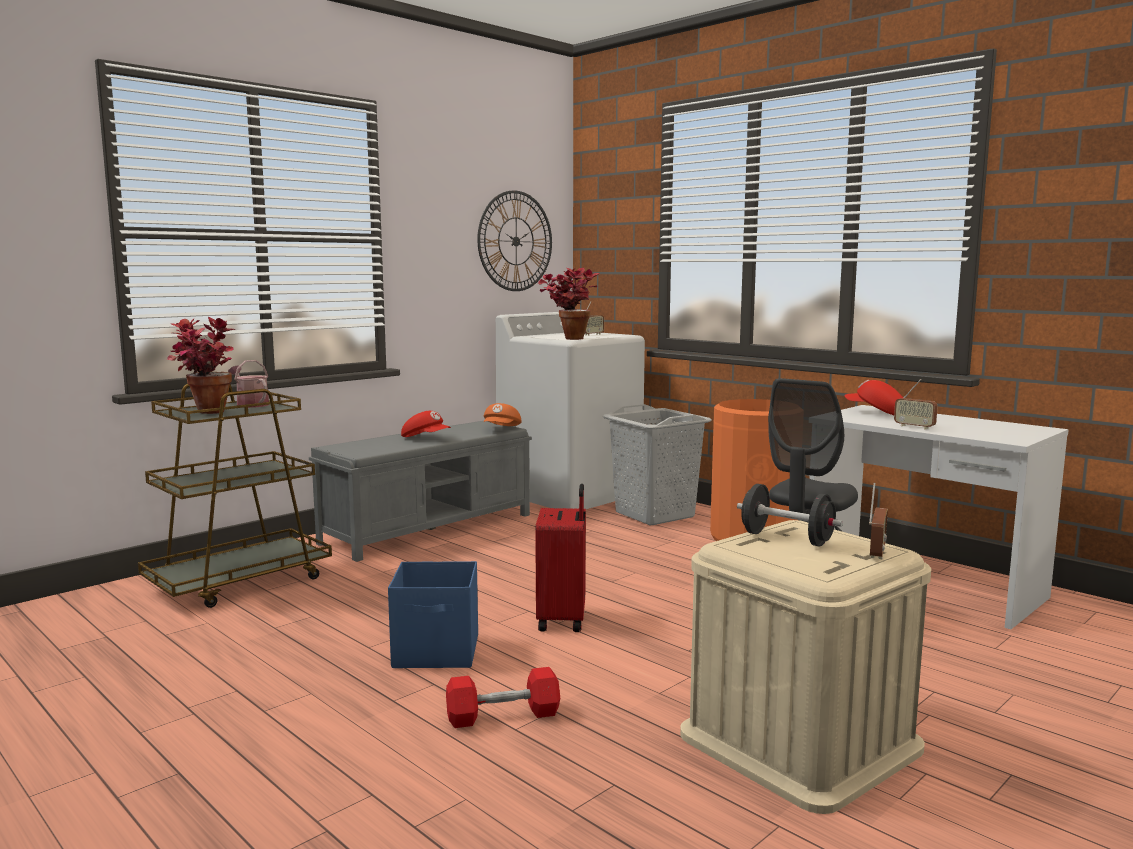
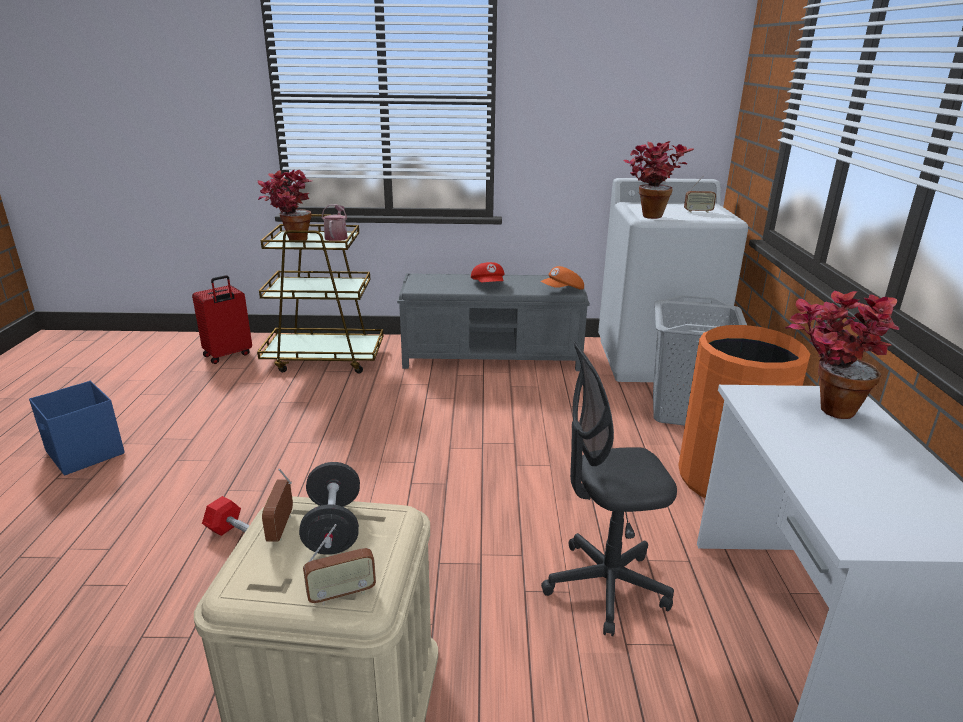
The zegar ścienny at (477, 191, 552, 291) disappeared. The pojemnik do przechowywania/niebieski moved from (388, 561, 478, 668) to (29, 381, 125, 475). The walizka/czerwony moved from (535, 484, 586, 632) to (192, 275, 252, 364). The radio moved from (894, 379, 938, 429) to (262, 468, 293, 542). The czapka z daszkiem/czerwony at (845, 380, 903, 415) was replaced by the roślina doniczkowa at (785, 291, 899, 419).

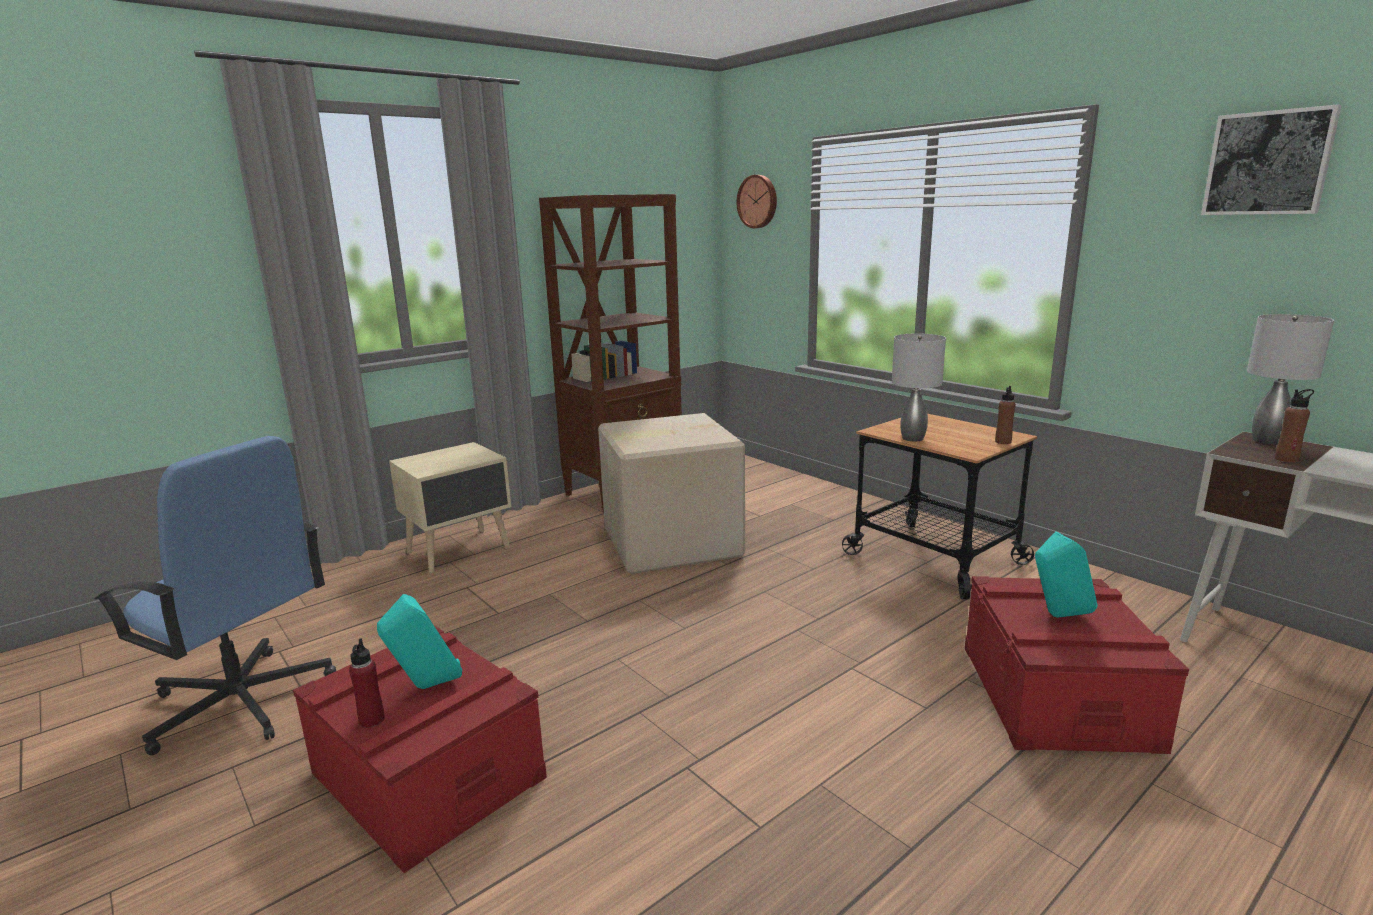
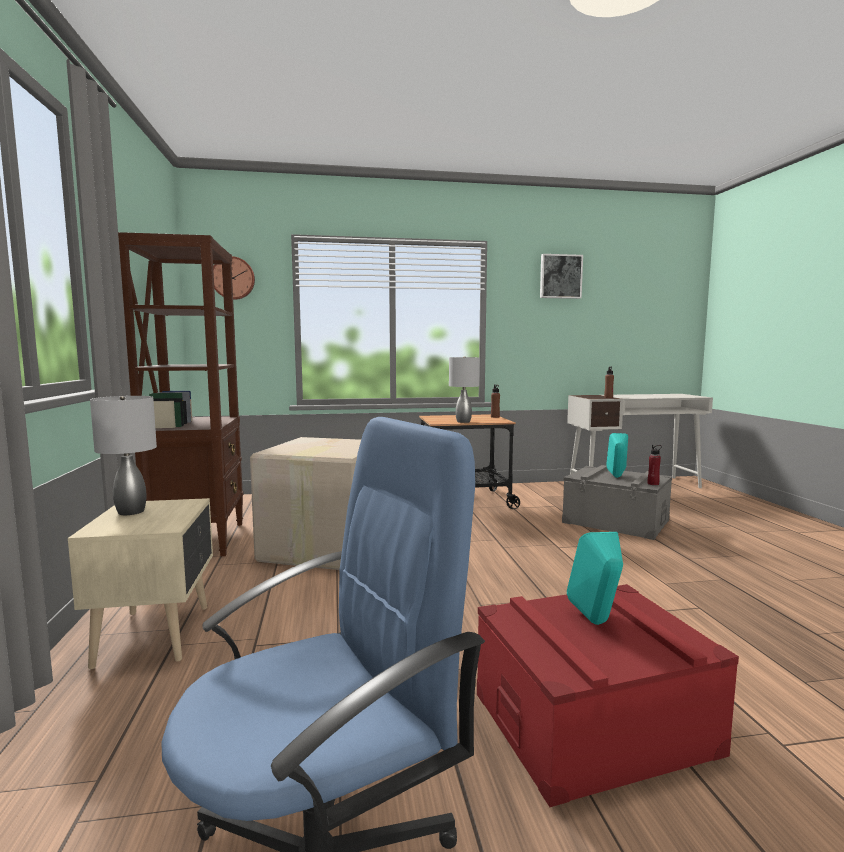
The butelka/czerwony moved from (349, 639, 385, 728) to (648, 445, 662, 485). The lampa stołowa/szary moved from (1247, 314, 1334, 445) to (90, 396, 157, 515). The pojemnik do przechowywania/czerwony at (965, 576, 1189, 754) became the pojemnik do przechowywania/szary at (562, 465, 672, 540).

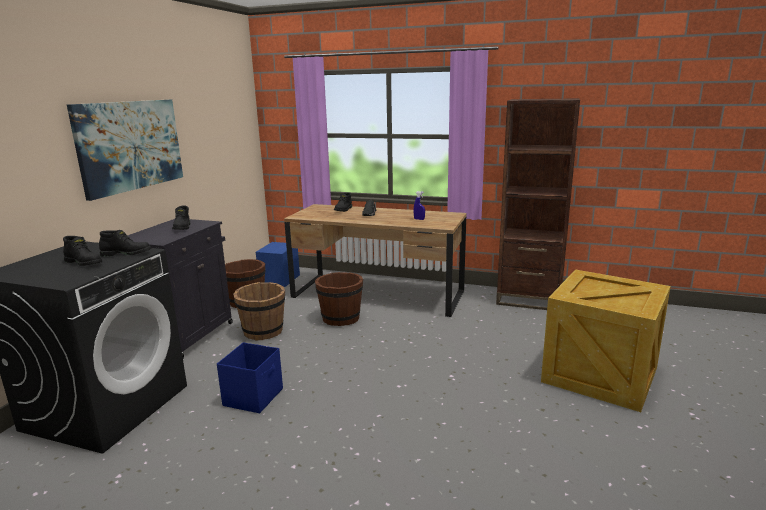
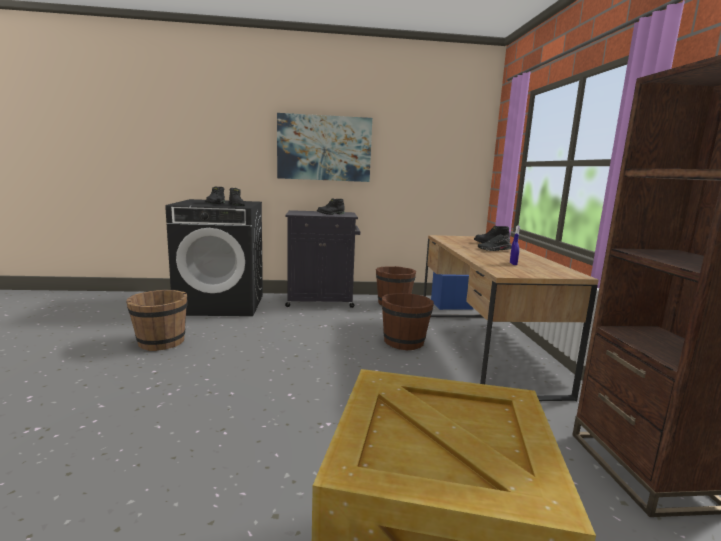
The pojemnik do przechowywania/niebieski at (217, 342, 283, 413) disappeared. The wiadro/brązowy moved from (233, 282, 285, 340) to (126, 290, 188, 351).

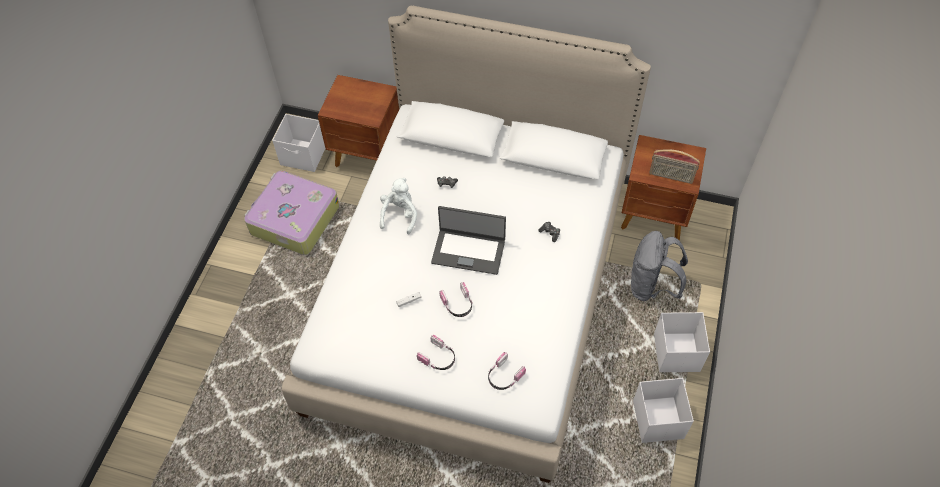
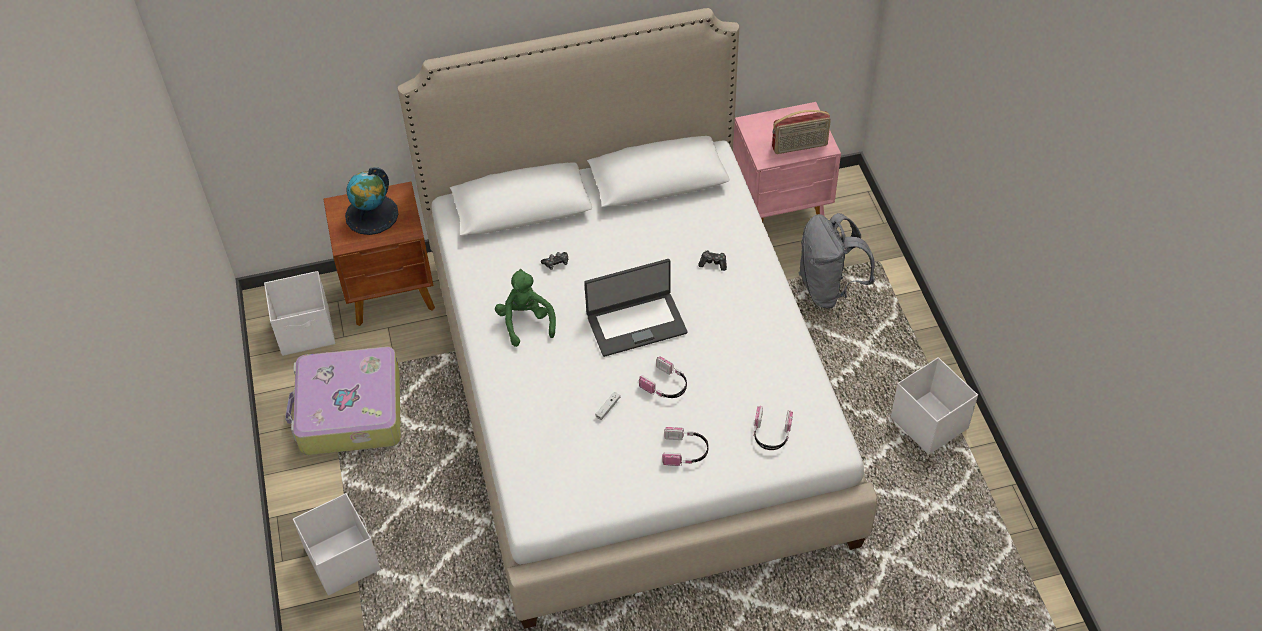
The globus at (345, 167, 399, 235) appeared. The pojemnik do przechowywania/biały moved from (654, 312, 710, 372) to (293, 493, 381, 596). The pluszak/biały at (380, 178, 417, 234) became the pluszak/zielony at (495, 269, 556, 347). The szafka nocna/brązowy at (621, 135, 706, 240) became the szafka nocna/różowy at (733, 102, 841, 222).

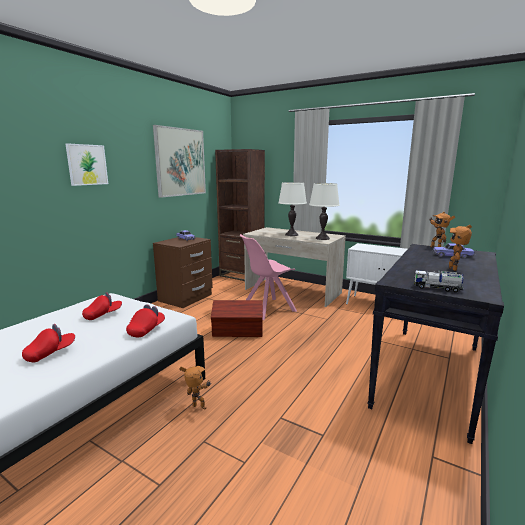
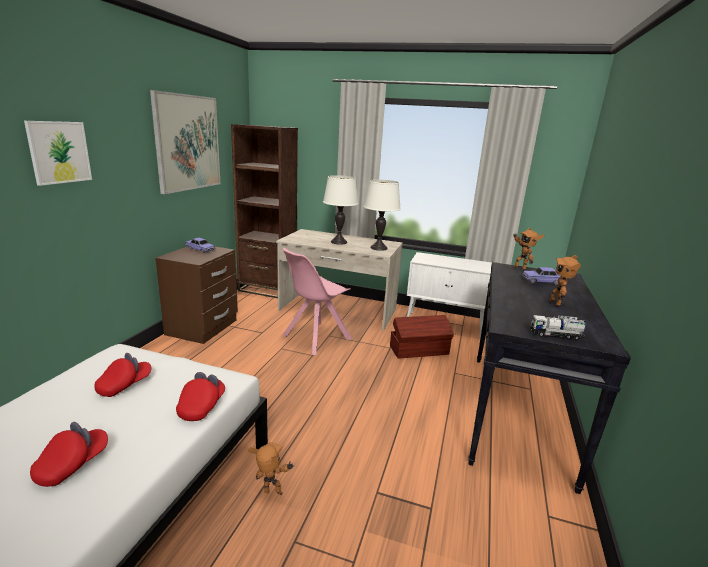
The pojemnik do przechowywania/brązowy moved from (211, 300, 263, 337) to (390, 315, 454, 359).

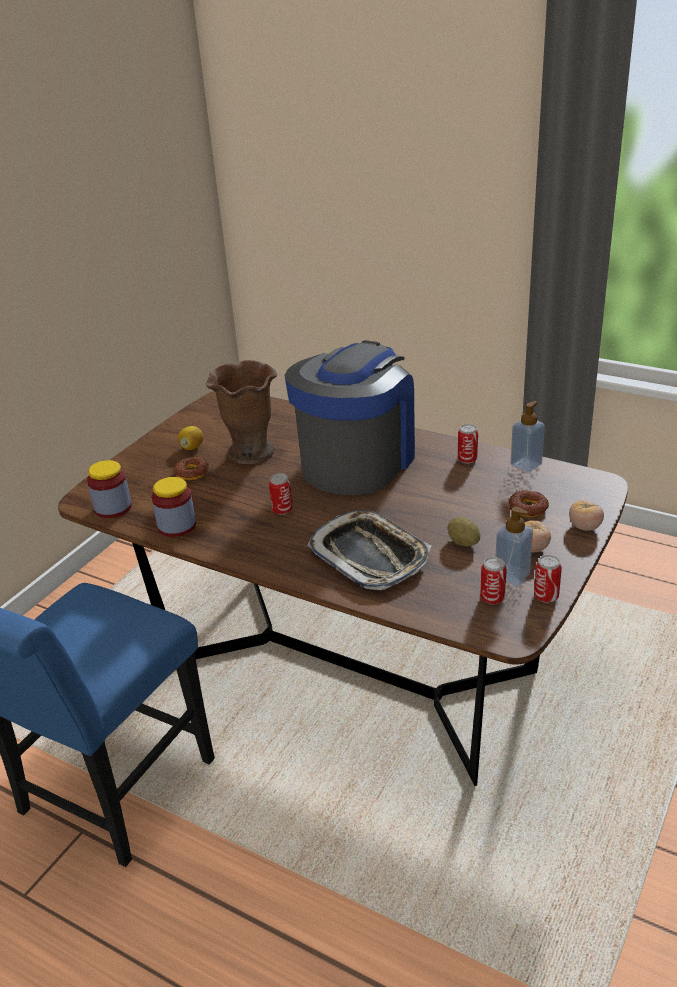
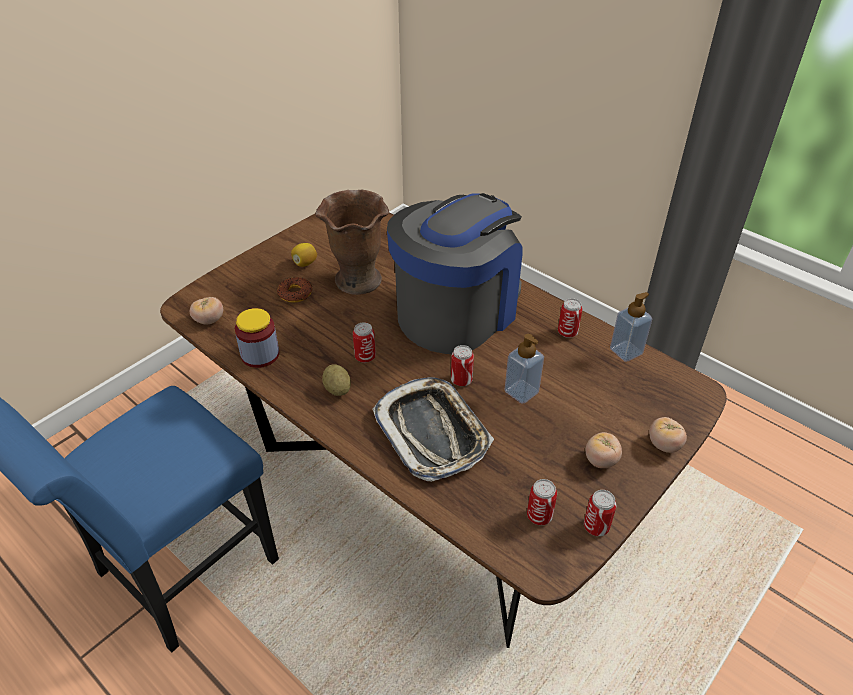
The donut at (509, 490, 549, 517) disappeared. The puszka at (451, 345, 474, 386) appeared. The ziemniak moved from (447, 517, 480, 546) to (322, 364, 351, 396). The dozownik mydła moved from (496, 507, 533, 586) to (505, 334, 544, 404). The słoik at (87, 460, 132, 518) was replaced by the pomidor at (190, 297, 223, 325).

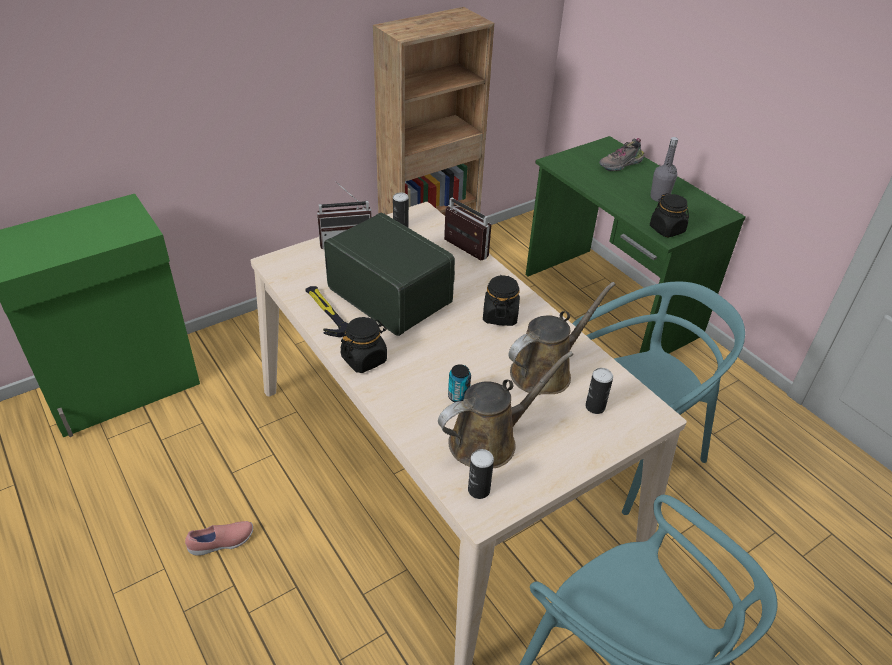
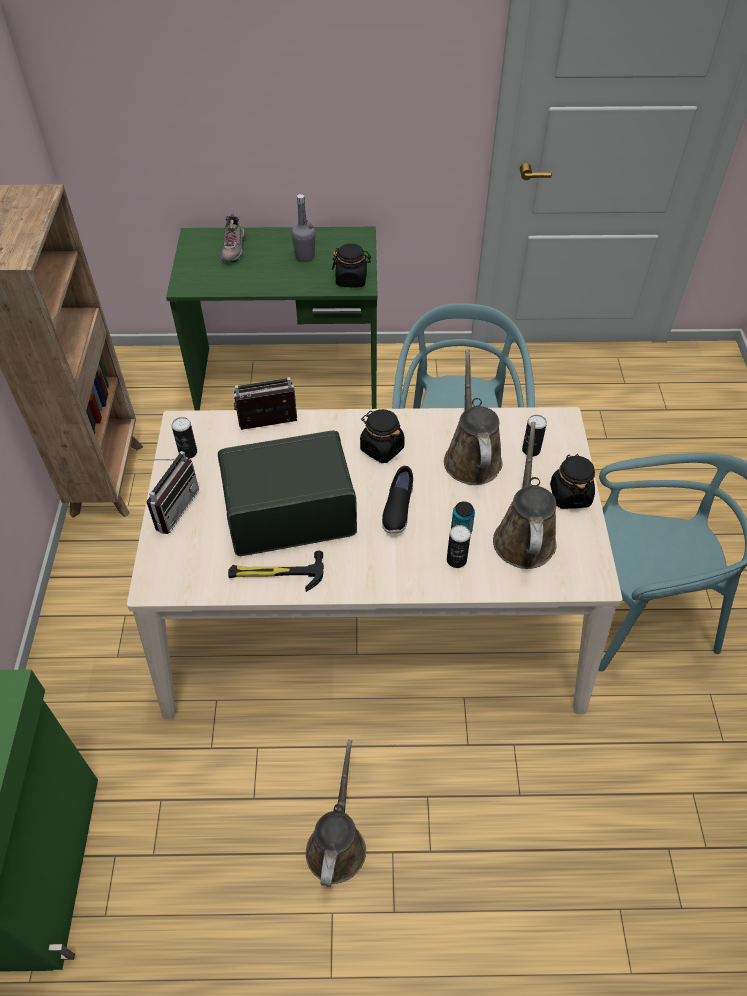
The but/czarny at (382, 466, 413, 533) appeared. The słoik/czarny moved from (340, 317, 387, 373) to (550, 454, 595, 509). The puszka moved from (468, 449, 494, 499) to (447, 525, 471, 568). The but/różowy at (185, 521, 253, 556) was replaced by the konewka/brązowy at (306, 740, 366, 887).

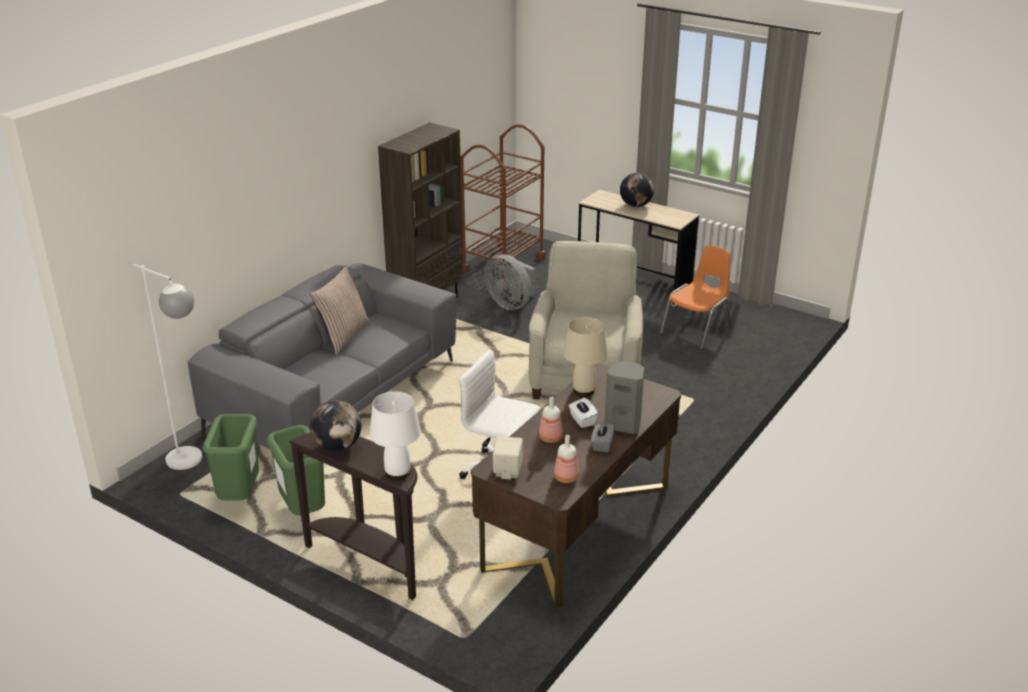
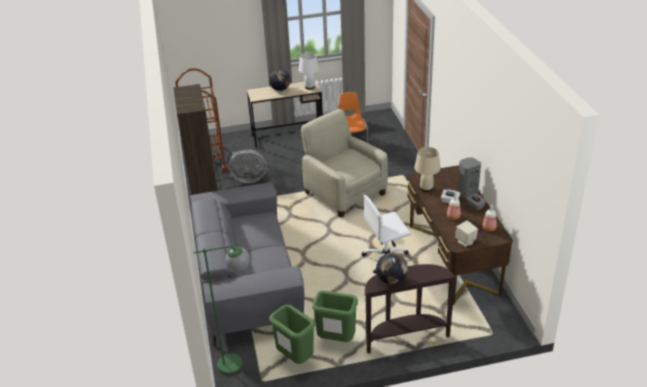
The poduszka at (310, 265, 371, 355) disappeared. The lampa stołowa/biały moved from (369, 391, 421, 480) to (299, 52, 319, 90). The lampa stojąca/biały at (133, 264, 202, 470) became the lampa stojąca/zielony at (194, 245, 250, 375).

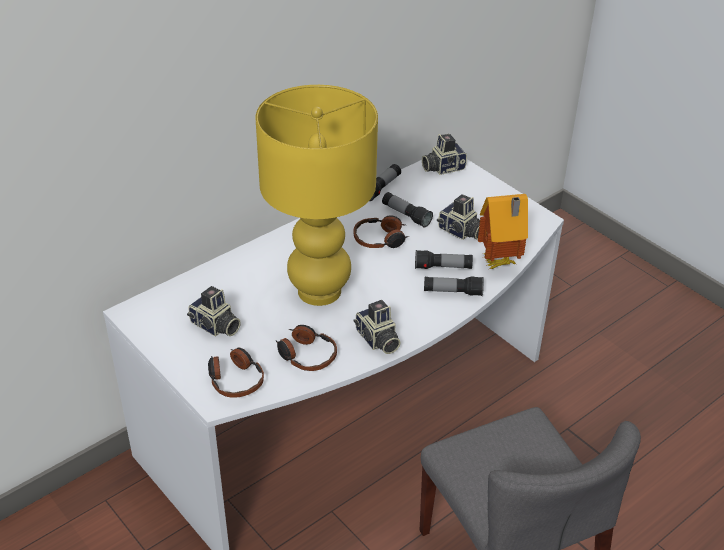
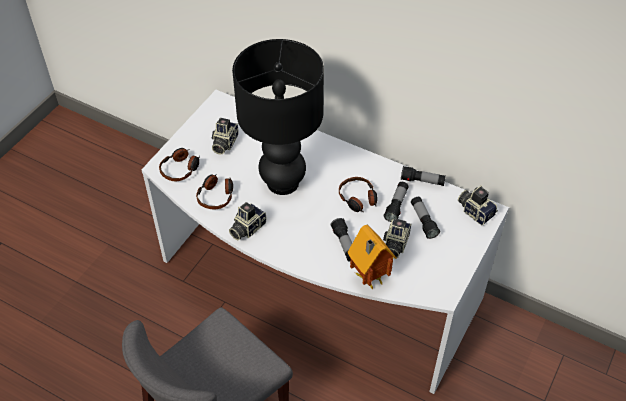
The latarka moved from (424, 276, 484, 296) to (411, 197, 440, 239). The lampa stołowa/żółty at (256, 85, 378, 306) became the lampa stołowa/czarny at (232, 39, 324, 195).

